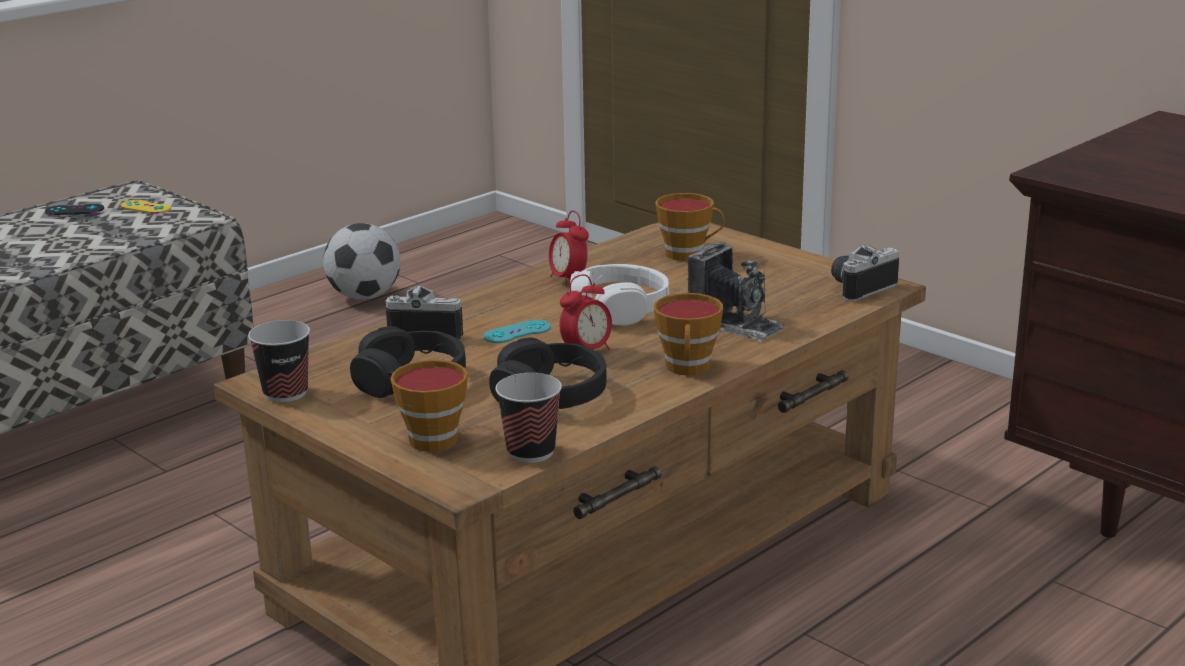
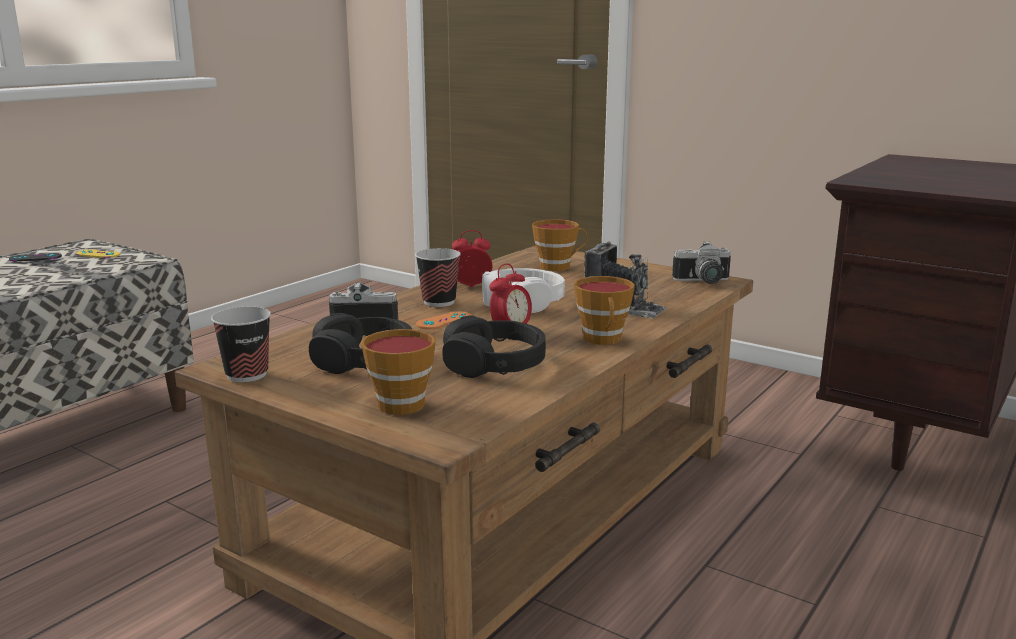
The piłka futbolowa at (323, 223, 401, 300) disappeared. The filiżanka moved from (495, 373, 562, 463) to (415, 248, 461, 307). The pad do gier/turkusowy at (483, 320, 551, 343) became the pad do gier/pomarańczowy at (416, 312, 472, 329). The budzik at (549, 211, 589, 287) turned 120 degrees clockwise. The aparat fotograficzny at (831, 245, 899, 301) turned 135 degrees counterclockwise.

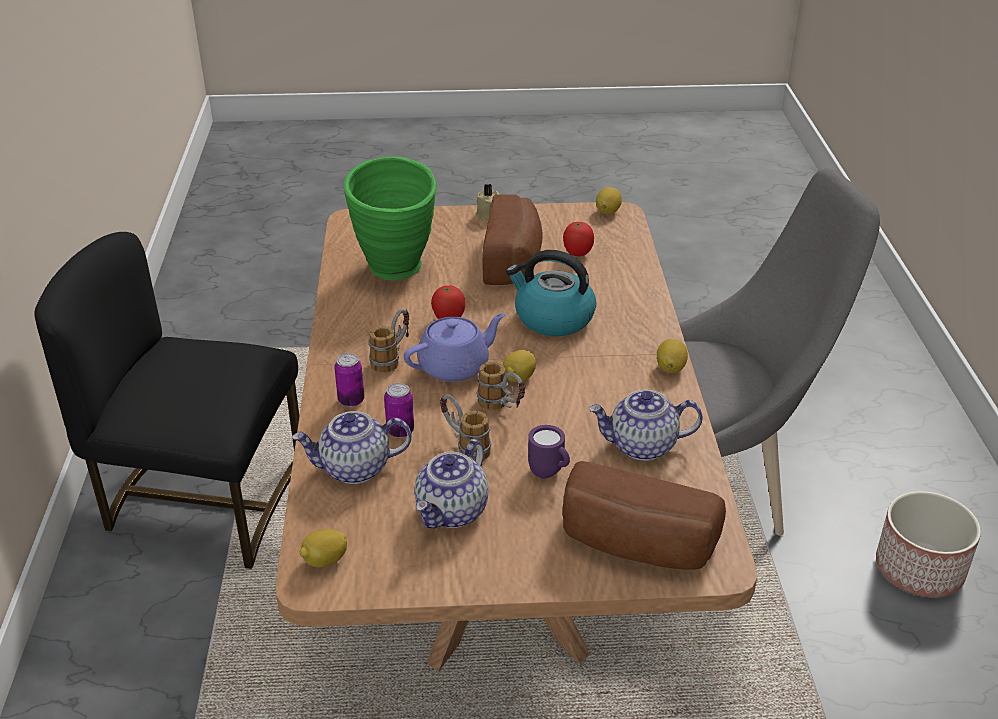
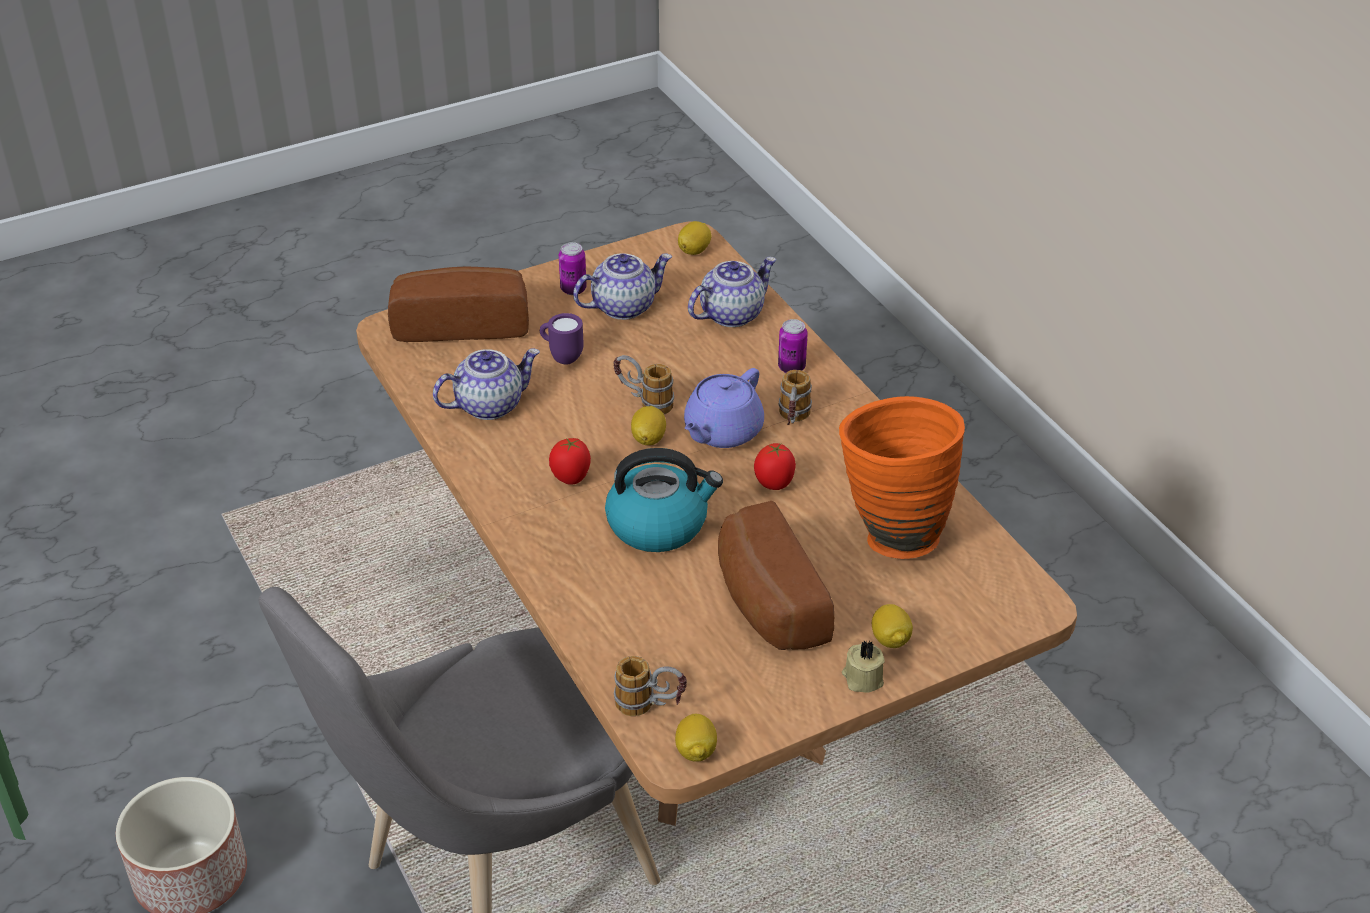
The krzesło/czarny at (34, 232, 299, 569) disappeared. The puszka moved from (384, 383, 414, 438) to (559, 242, 587, 295). The kubek moved from (440, 395, 491, 461) to (614, 656, 687, 716). The pomidor moved from (563, 222, 594, 256) to (549, 438, 591, 485). The cytryna moved from (657, 339, 688, 373) to (872, 604, 913, 648). The wazon/zielony at (344, 157, 437, 281) became the wazon/pomarańczowy at (839, 396, 965, 559). The imbryk at (415, 439, 488, 528) turned 60 degrees clockwise.

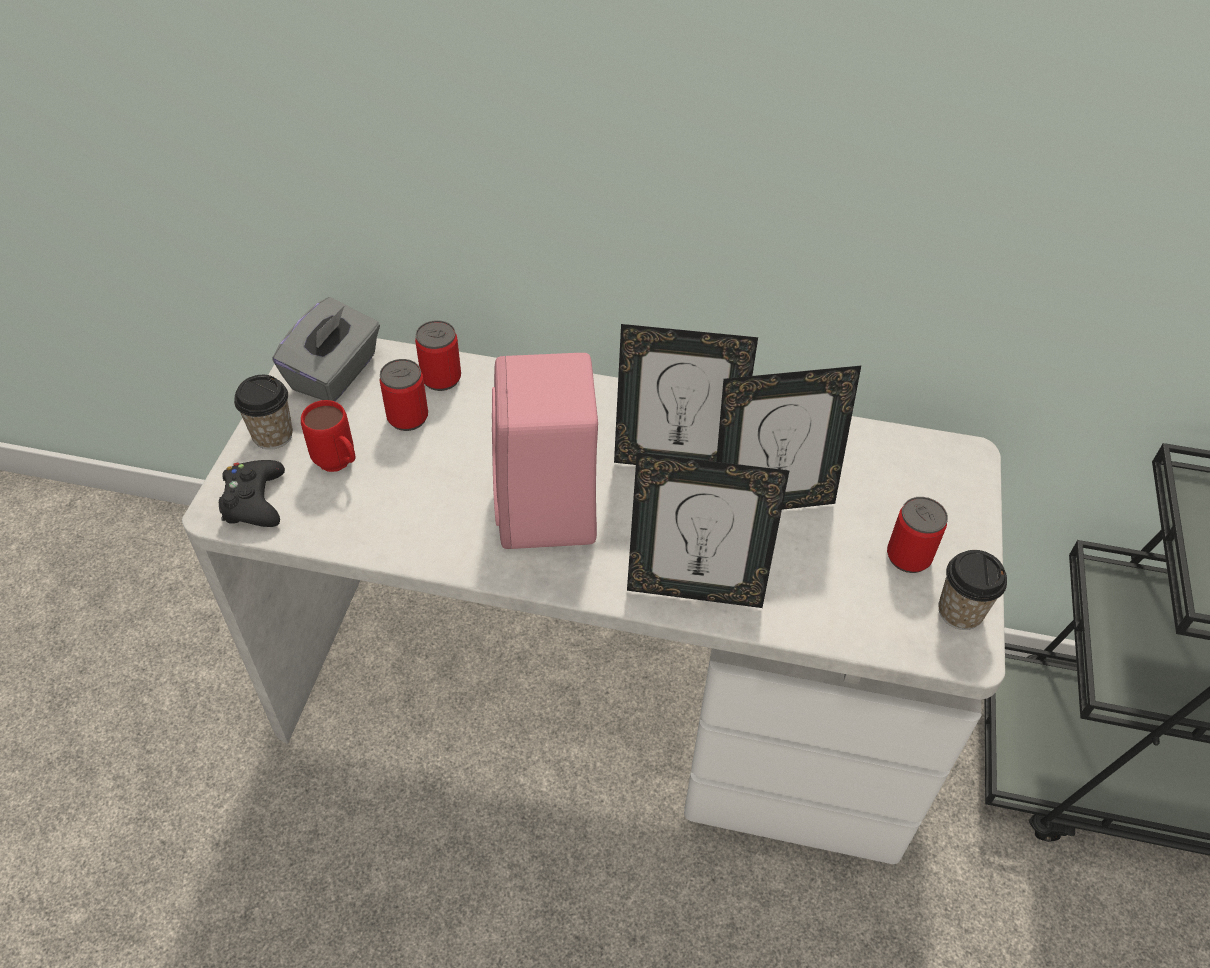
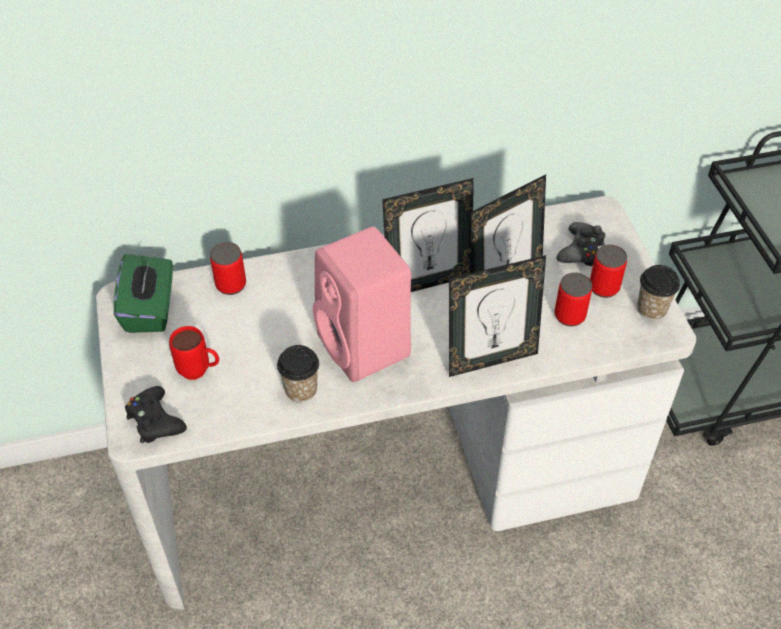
The pad do gier/czarny at (556, 222, 605, 266) appeared. The filiżanka moved from (234, 375, 293, 450) to (277, 345, 319, 403). The puszka moved from (379, 359, 428, 431) to (554, 273, 592, 327). The pudełko chusteczek/szary at (272, 297, 380, 401) became the pudełko chusteczek/zielony at (114, 254, 173, 333).

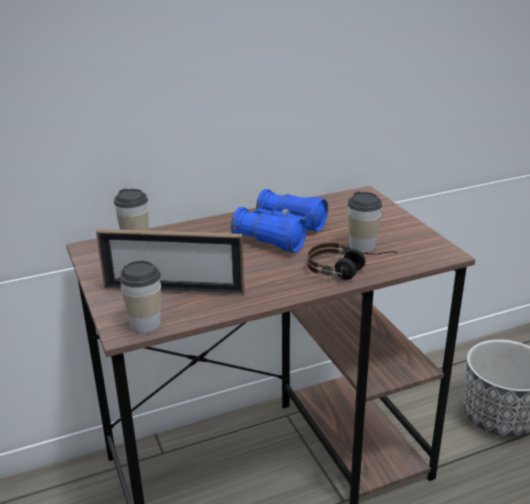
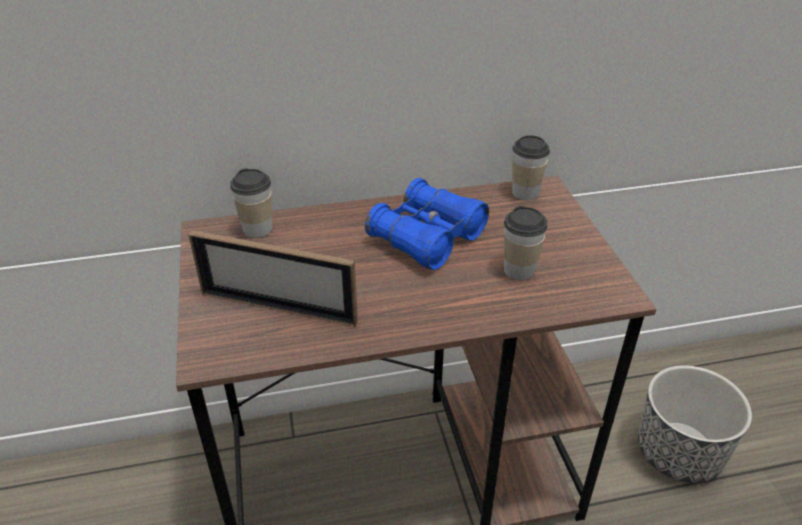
The słuchawki at (307, 242, 398, 280) disappeared. The filiżanka moved from (119, 261, 161, 333) to (512, 135, 550, 200).

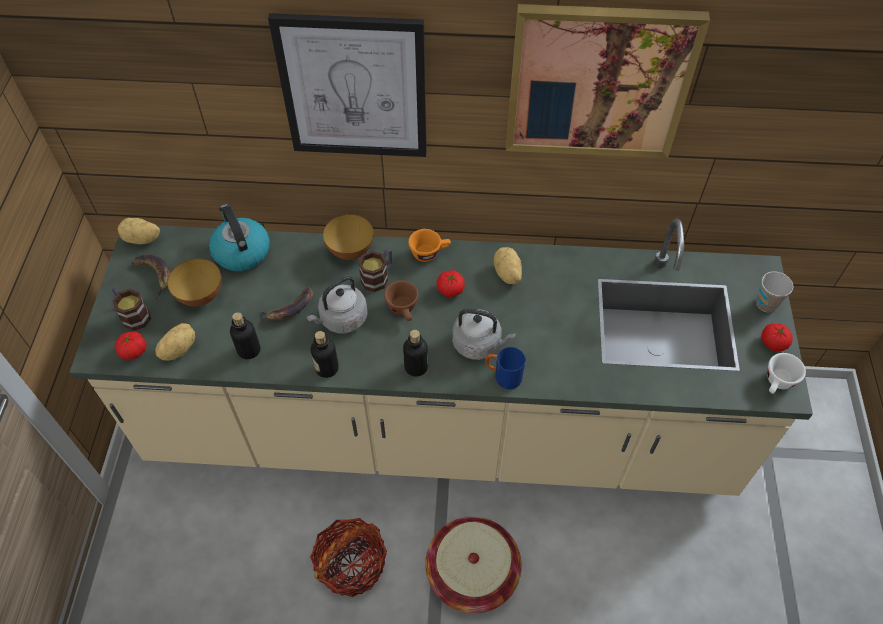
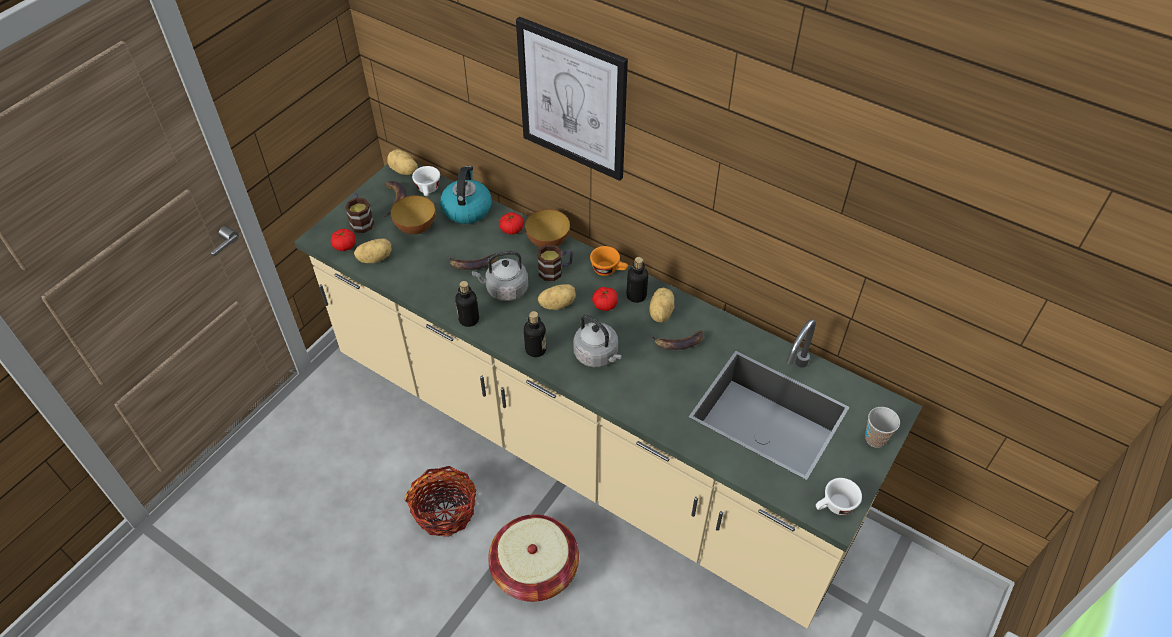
The kubek/niebieski at (485, 347, 526, 389) disappeared. The obraz at (506, 4, 710, 158) disappeared. The filiżanka/biały at (412, 166, 440, 196) appeared. The banan at (650, 330, 704, 350) appeared. The butelka moved from (230, 312, 260, 359) to (626, 257, 648, 303). The pomidor moved from (762, 323, 793, 351) to (500, 212, 524, 235). The filiżanka/brązowy at (384, 280, 418, 321) was replaced by the ziemniak at (538, 284, 576, 310).

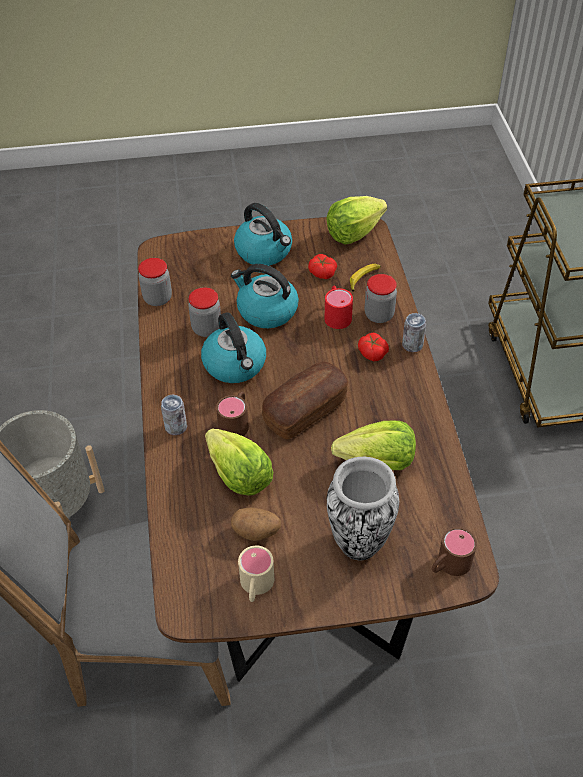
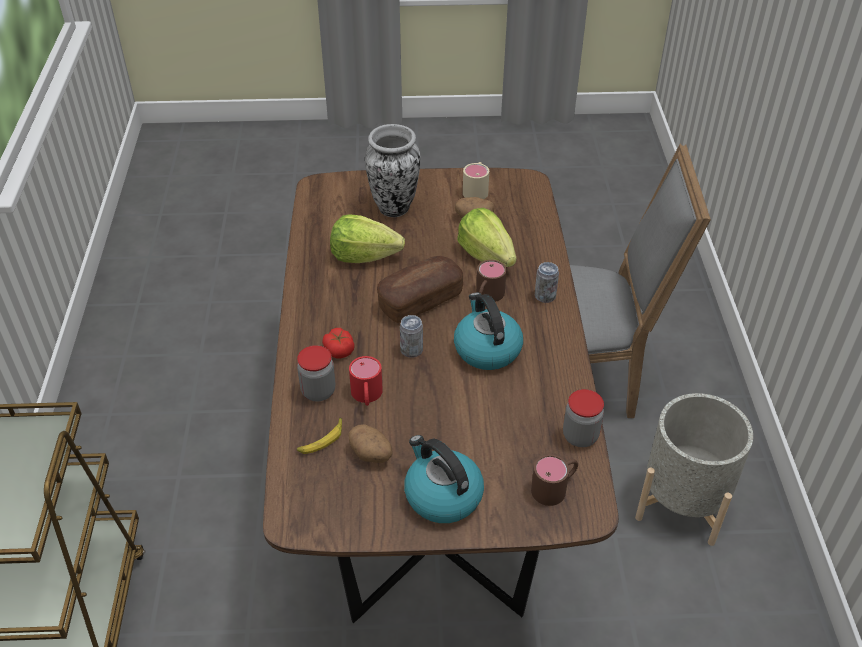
The słoik at (188, 287, 221, 337) disappeared. The czajnik at (231, 264, 299, 328) disappeared. The sałata at (326, 196, 387, 244) disappeared. The puszka moved from (402, 313, 426, 352) to (400, 315, 423, 357). The kubek/brązowy moved from (432, 527, 477, 576) to (531, 454, 578, 506). The pomidor at (308, 254, 337, 279) was replaced by the ziemniak at (348, 424, 393, 463).

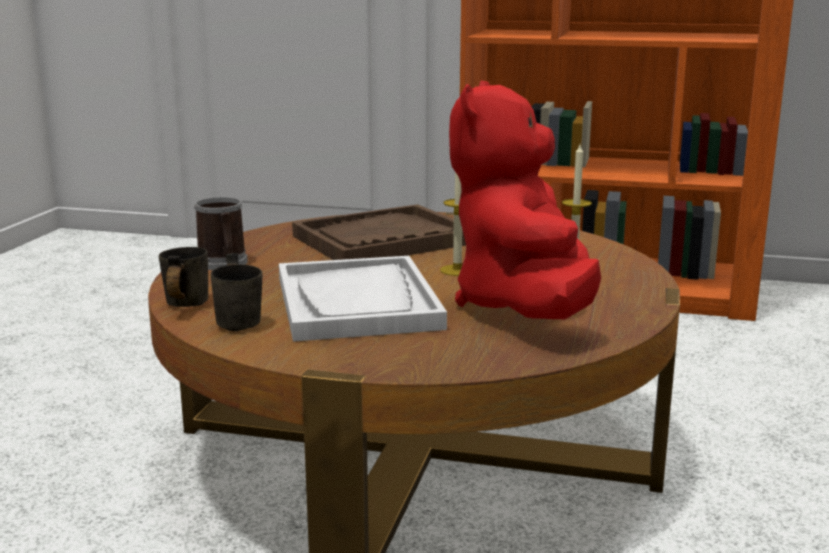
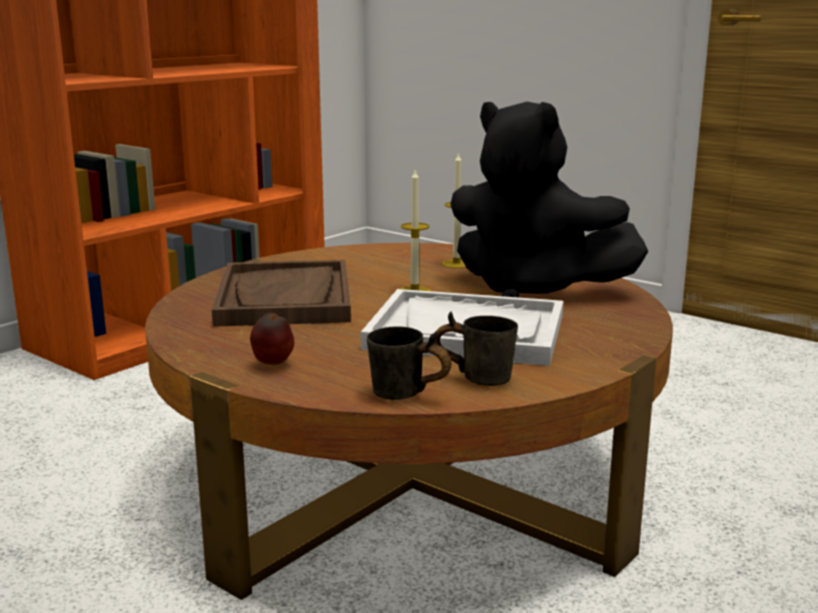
The kubek at (194, 197, 248, 270) was replaced by the jabłko at (250, 313, 294, 365). The pluszak/czerwony at (449, 81, 601, 319) became the pluszak/czarny at (450, 102, 648, 298).

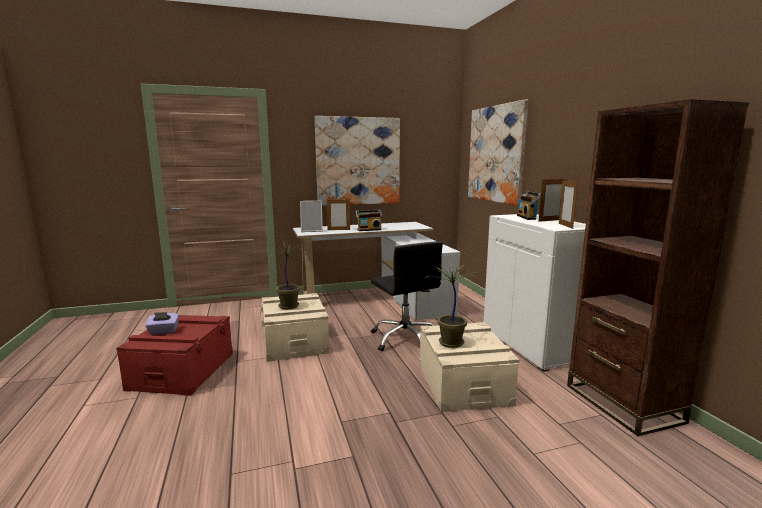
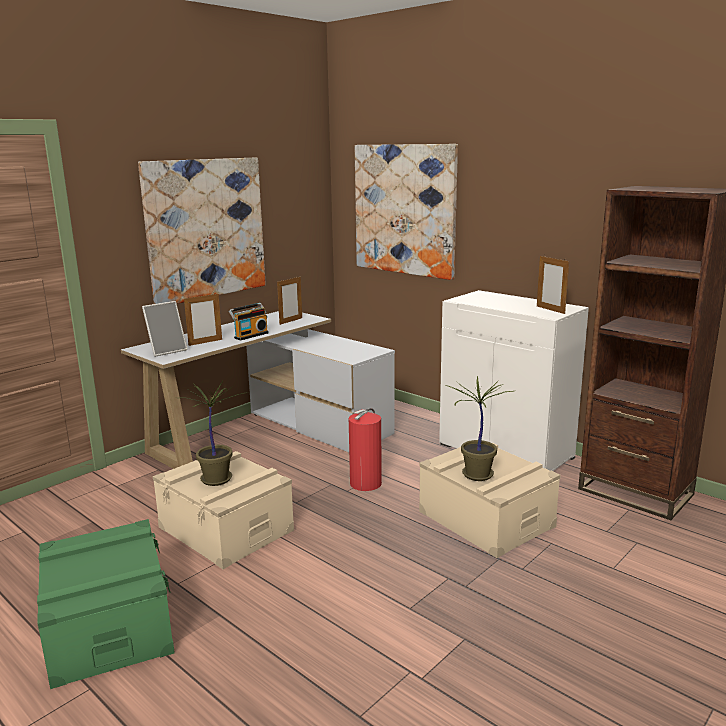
The pudełko chusteczek/fioletowy at (145, 312, 179, 335) disappeared. The radio at (517, 191, 541, 220) disappeared. The ramka na zdjęcie moved from (538, 178, 567, 222) to (277, 277, 302, 325). The krzesło biurowe/czarny at (371, 241, 443, 351) was replaced by the gaśnica at (349, 408, 382, 491). The pojemnik do przechowywania/czerwony at (116, 315, 233, 396) became the pojemnik do przechowywania/zielony at (37, 519, 175, 689).

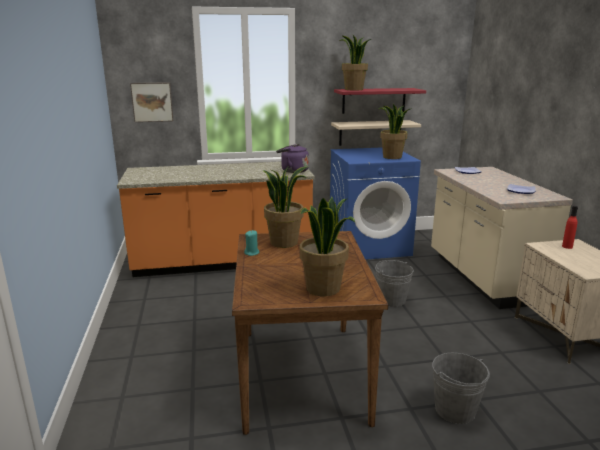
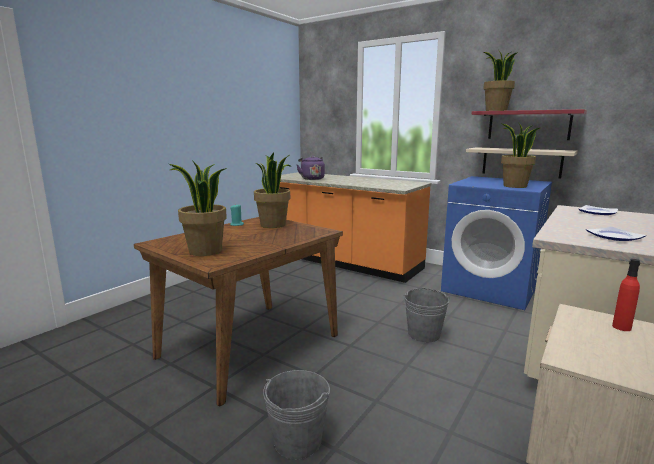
The obraz at (130, 82, 173, 122) disappeared. The czajnik/fioletowy moved from (276, 144, 309, 173) to (297, 156, 325, 180).

